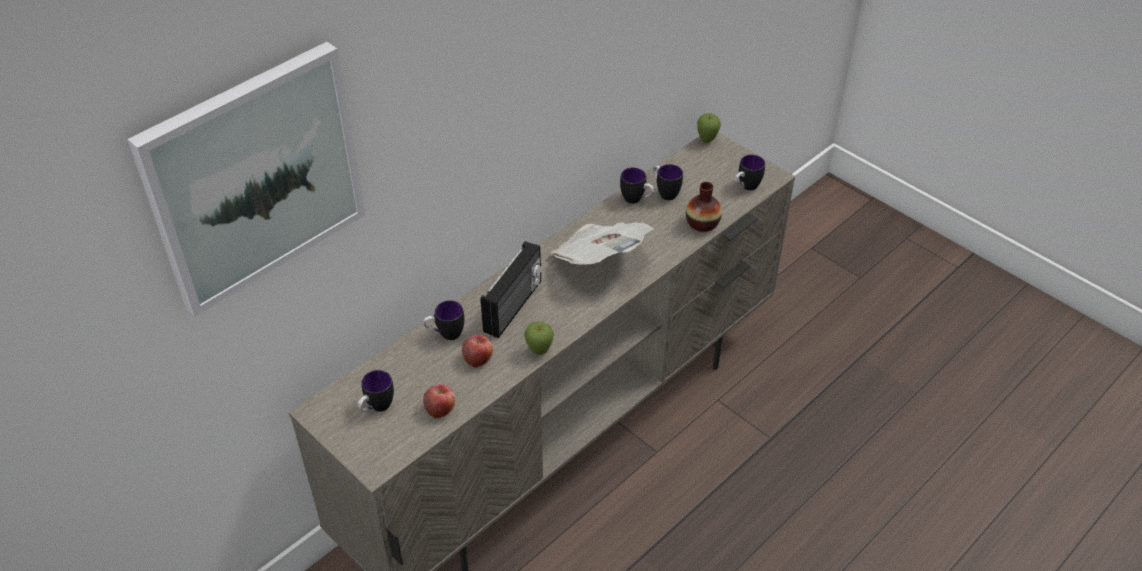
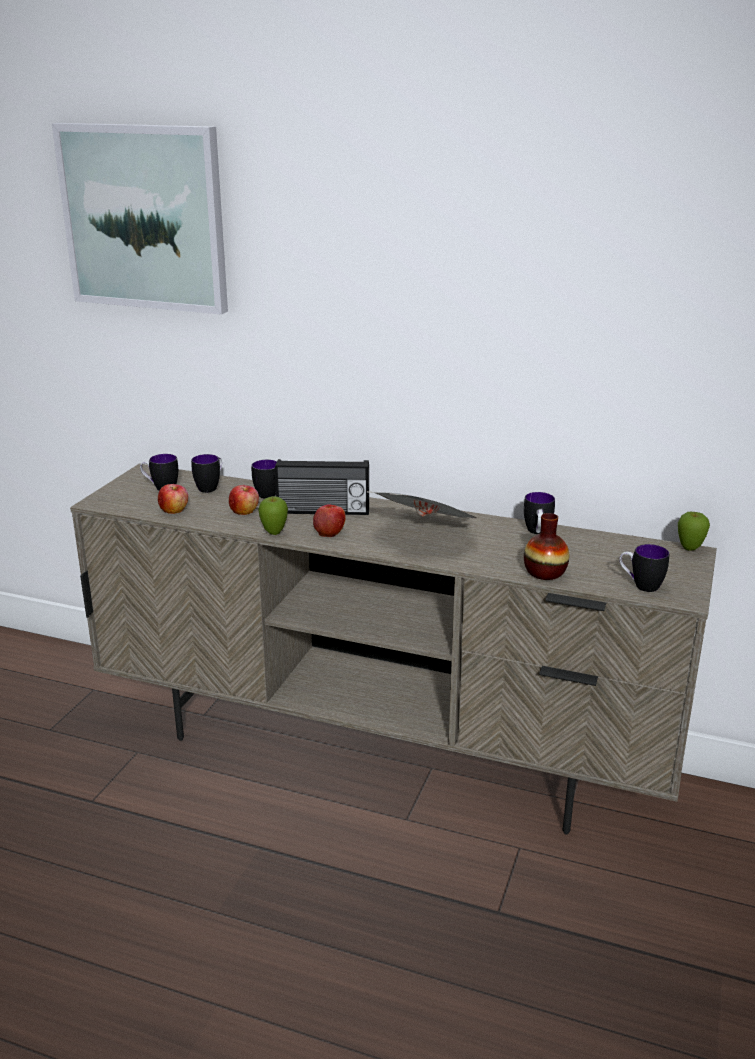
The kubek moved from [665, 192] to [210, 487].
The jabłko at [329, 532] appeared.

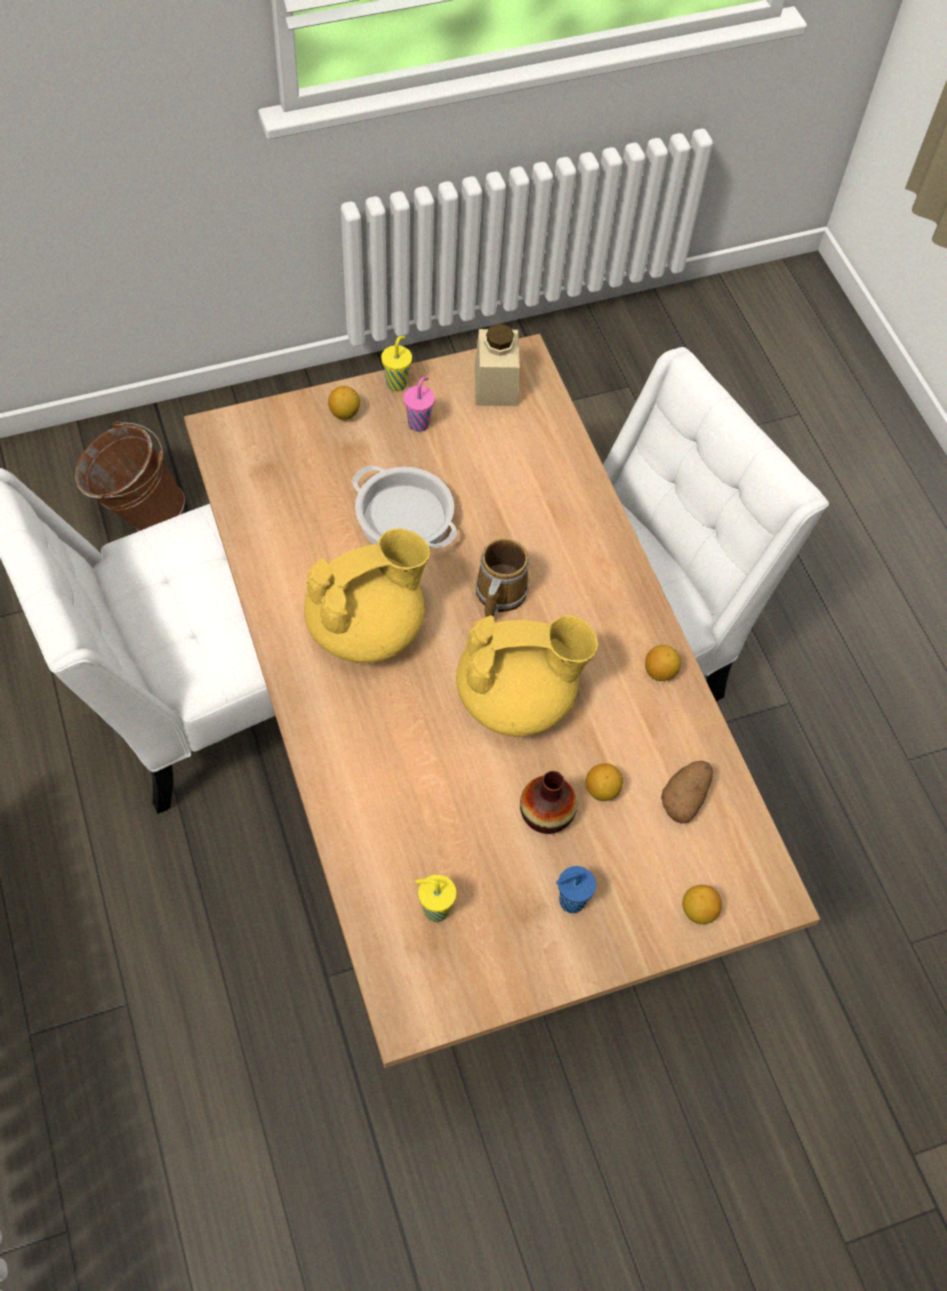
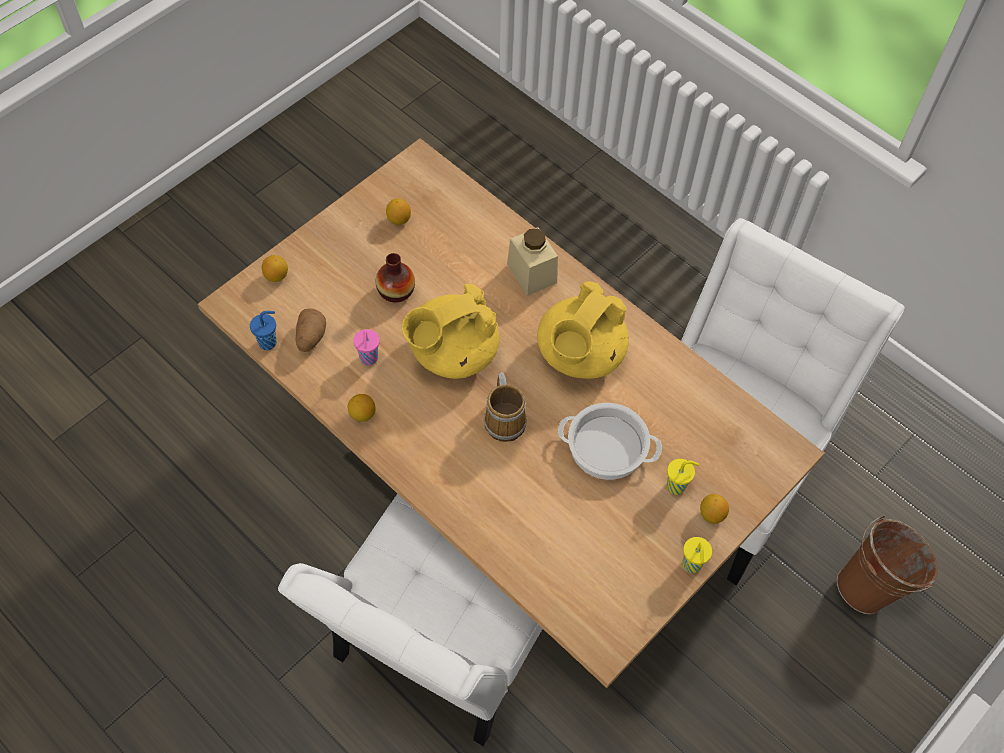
The filiżanka [różowy] moved from [419, 422] to [368, 359].
The filiżanka [żółty] moved from [434, 909] to [677, 486].
The słoik [beżowy] moved from [496, 385] to [531, 273].
The filiżanka [niebieski] moved from [570, 901] to [268, 342].
The cytryna moved from [602, 790] to [398, 219].

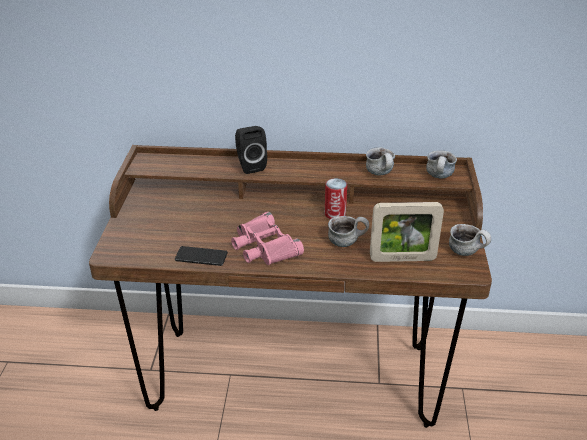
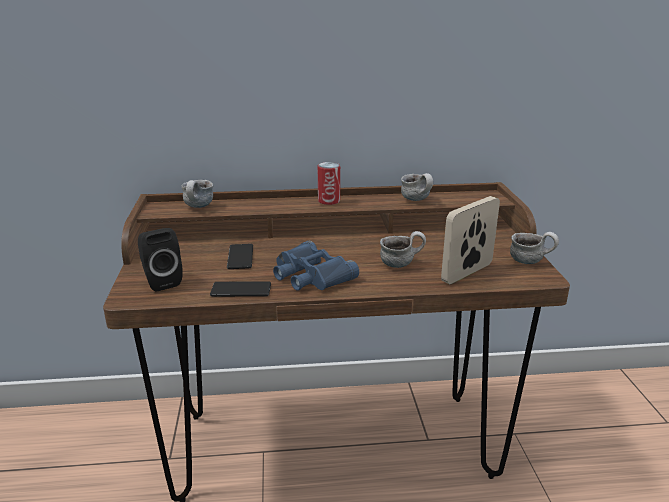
The lornetka [różowy] at [264, 246] became the lornetka [niebieski] at [310, 275].
The głośnik [czarny] moved from [250, 165] to [161, 281].
The puszka moved from [335, 214] to [329, 201].
The ramka na zdjęcie at [402, 259] turned 150 degrees clockwise.
The kubek moved from [440, 177] to [199, 207].
The telefon at [240, 257] appeared.

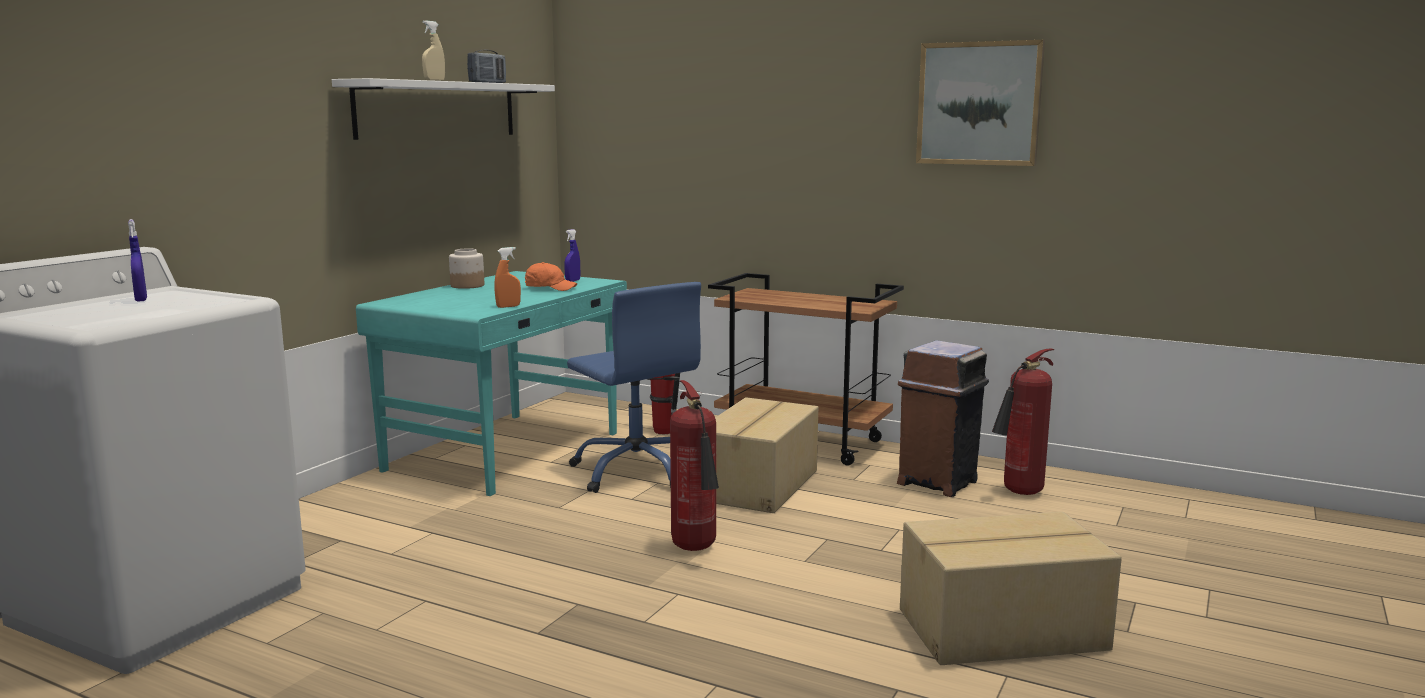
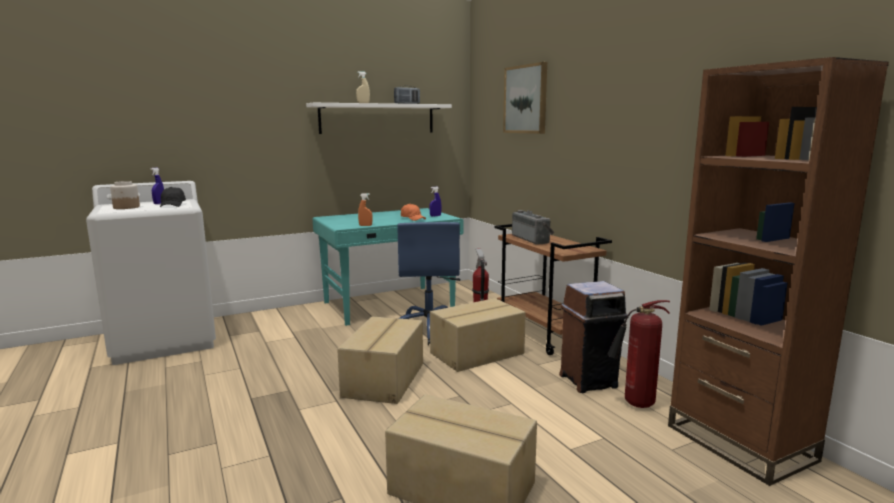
The słoik moved from [467, 286] to [126, 207].
The gaśnica at [696, 549] was replaced by the karton at [385, 379].
The obraz moved from [979, 103] to [526, 99].
The czapka z daszkiem [czarny] at [173, 205] appeared.
The radio at [532, 239] appeared.
The regał [brązowy] at [740, 443] appeared.

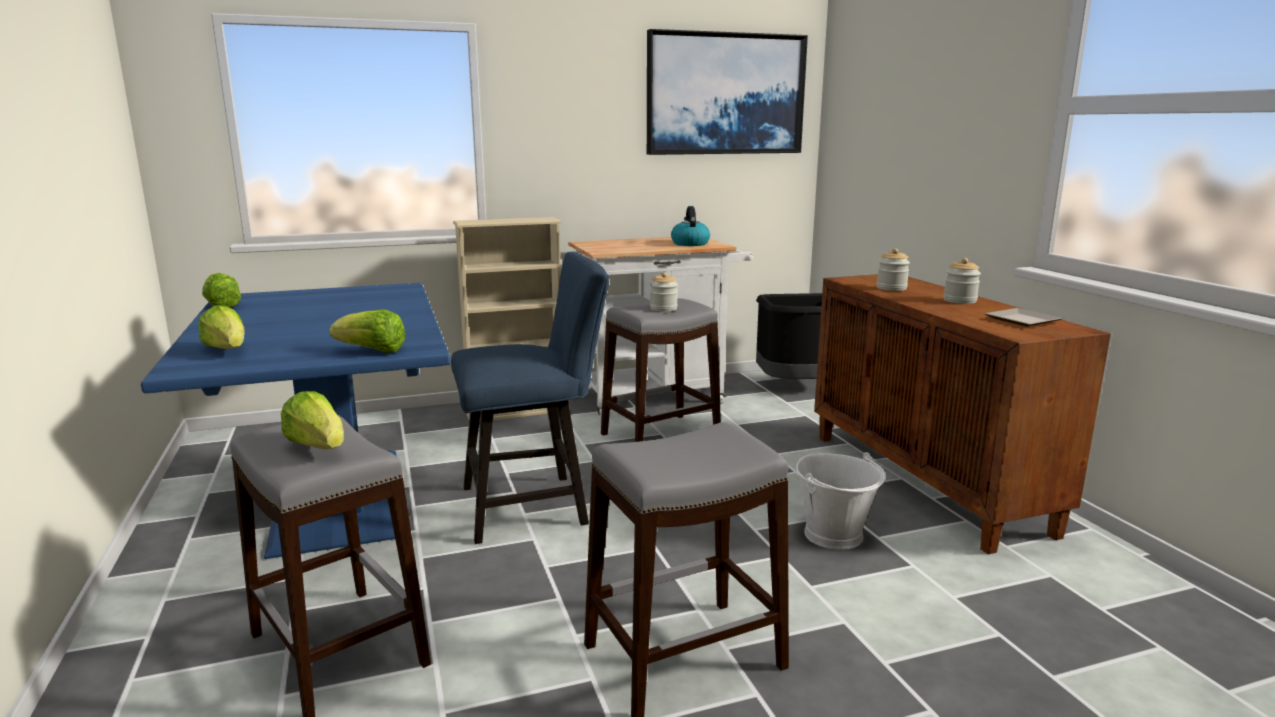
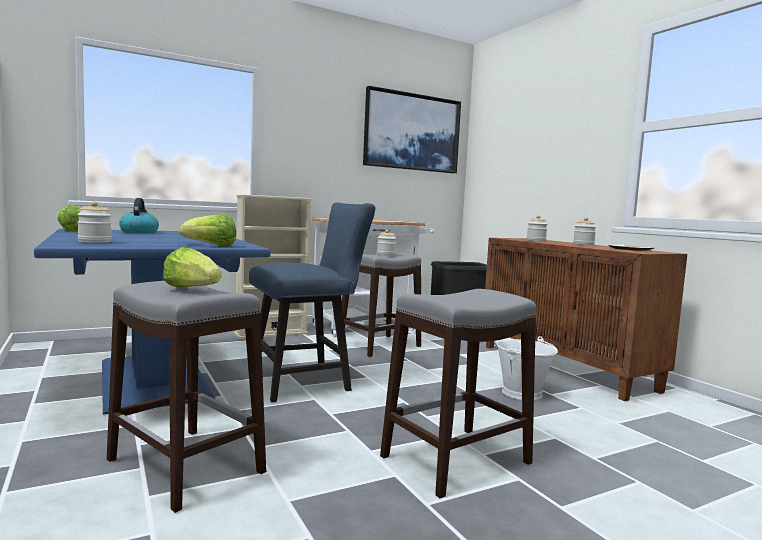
The sałata at [227, 350] was replaced by the słoik at [95, 242].
The czajnik moved from [689, 243] to [139, 232].

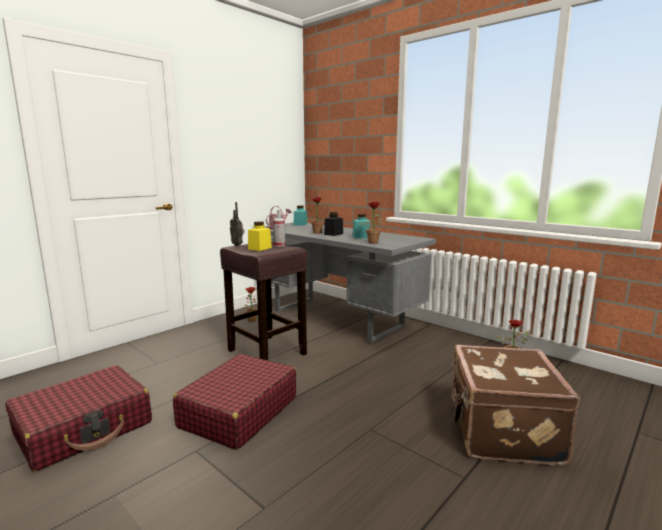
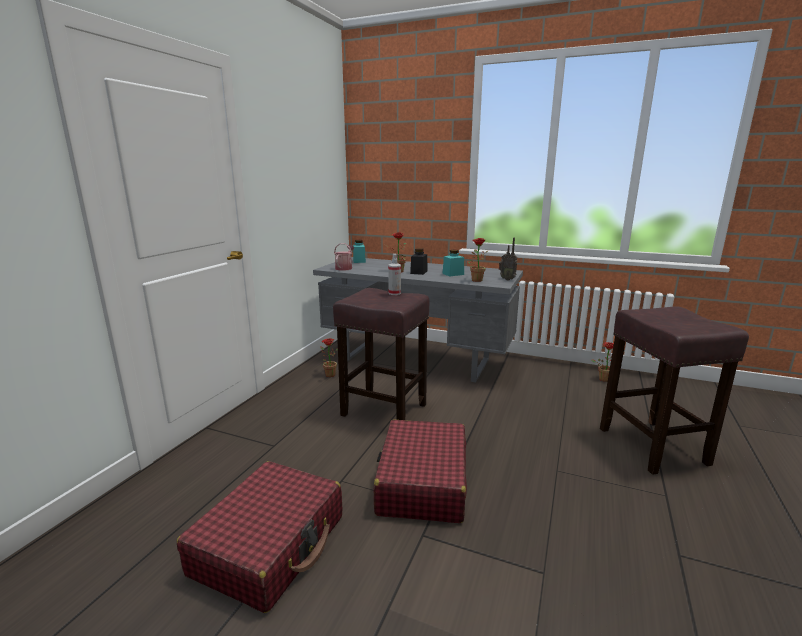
The radio moved from [238, 245] to [507, 279].
The słoik [żółty] at [260, 248] disappeared.
The walizka [brązowy] at [501, 431] was replaced by the stołek [brązowy] at [654, 447].

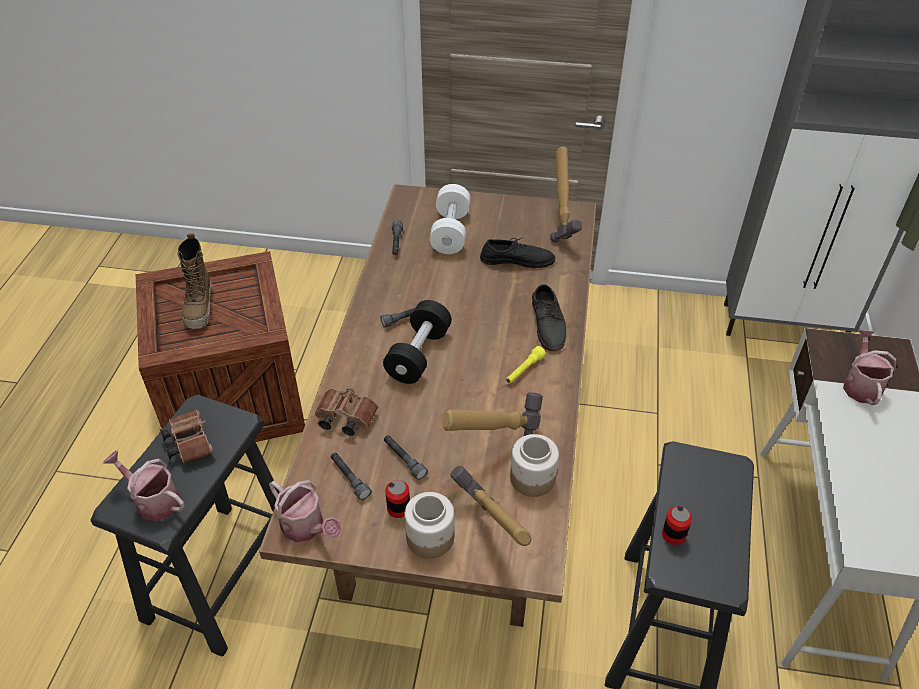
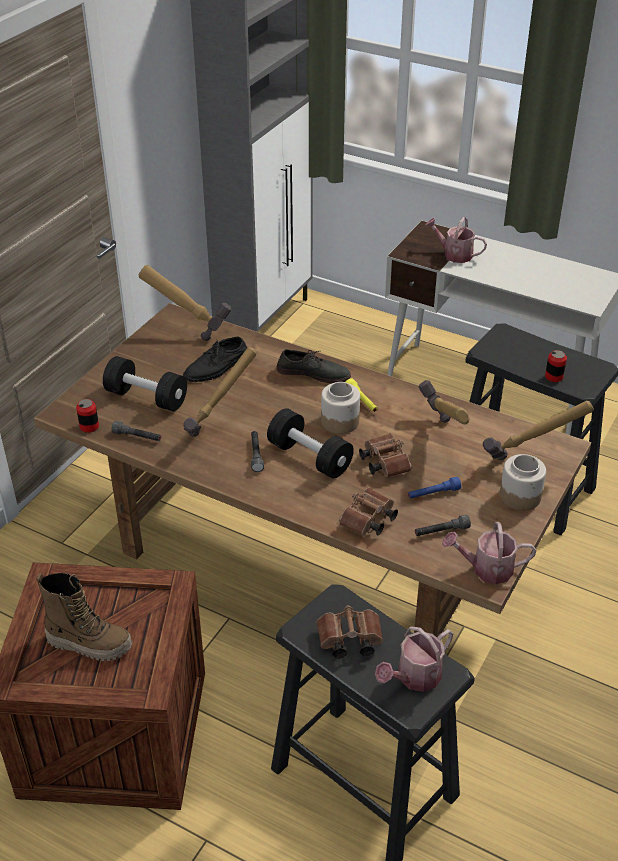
The konewka at [306, 528] turned 150 degrees counterclockwise.
The latarka [szary] at [404, 460] became the latarka [niebieski] at [433, 494].
The puszka moved from [398, 508] to [89, 427].
The hantel [biały] at [450, 232] became the hantel [czarny] at [146, 398].
The but [czarny] at [517, 259] turned 150 degrees counterclockwise.
The słoik moved from [533, 478] to [340, 421].
The młotek at [222, 428] appeared.
The lornetka [brązowy] at [383, 463] appeared.

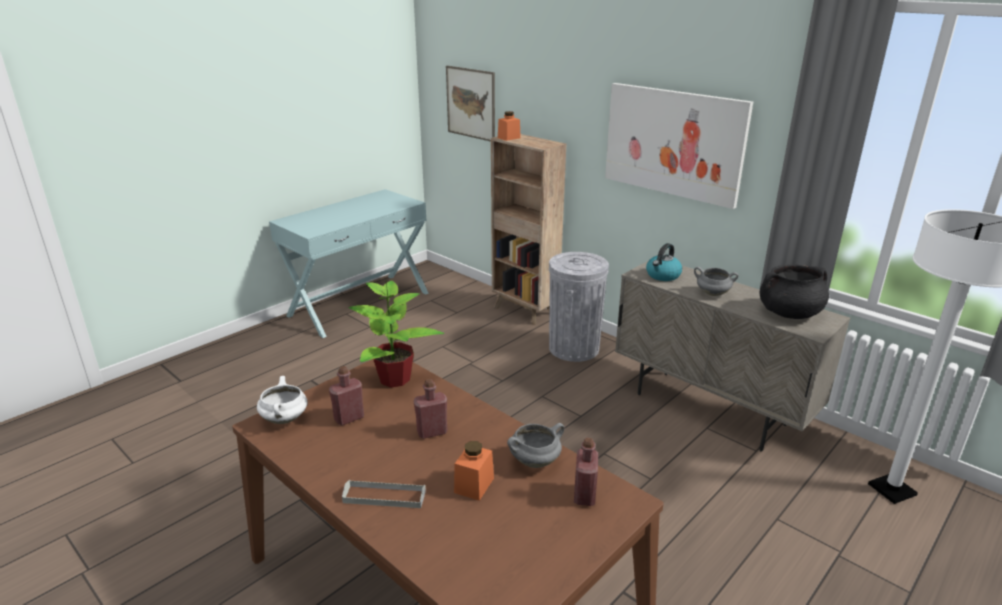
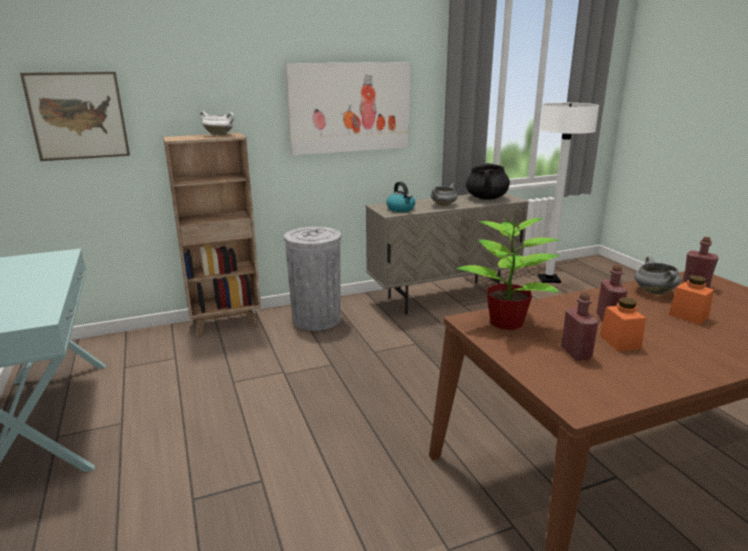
The garnek [biały] moved from [285, 419] to [219, 135].
The taca [szary] at [384, 496] disappeared.
The słoik [pomarańczowy] moved from [509, 138] to [620, 342].

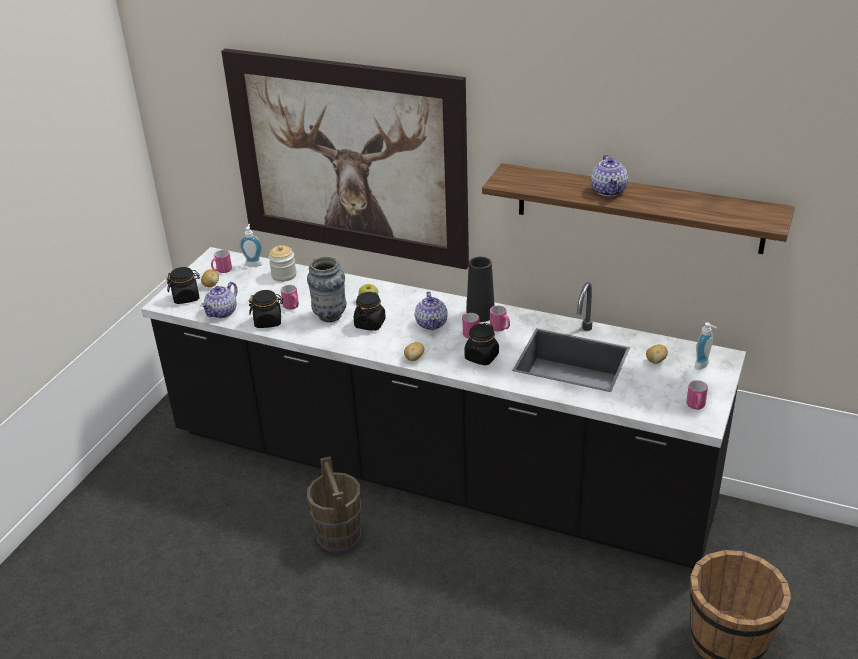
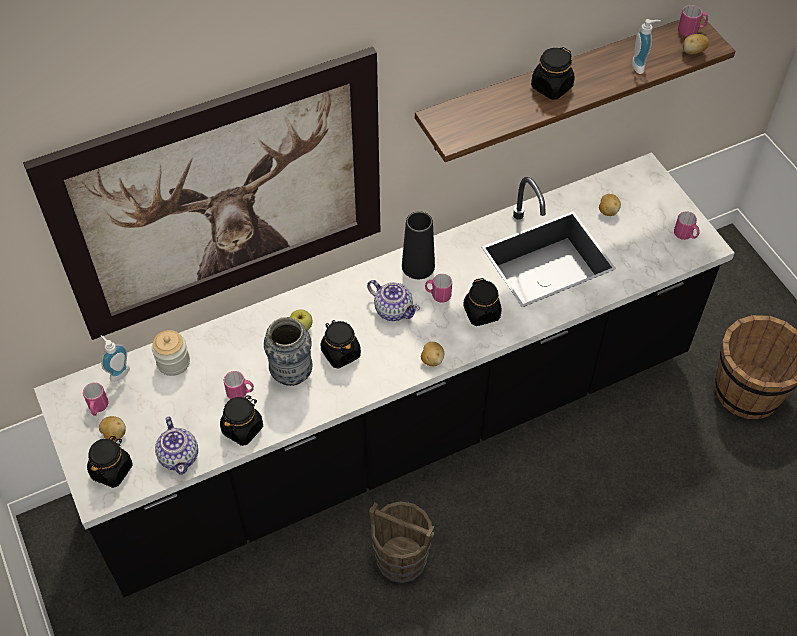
The kubek [różowy] moved from [500, 328] to [691, 31].
The imbryk at [608, 190] was replaced by the słoik [czarny] at [551, 87].
The dozownik mydła moved from [703, 365] to [641, 65].
The ziemniak at [693, 52] appeared.

